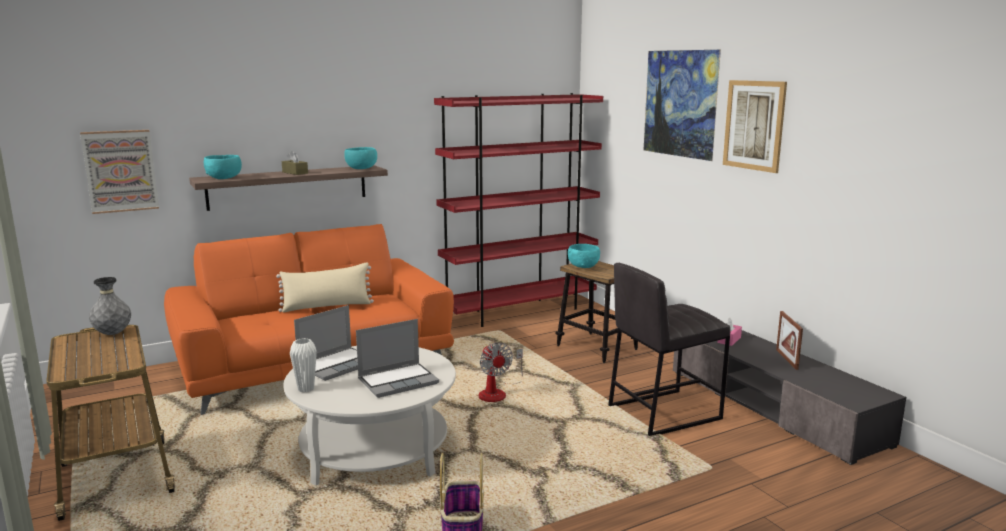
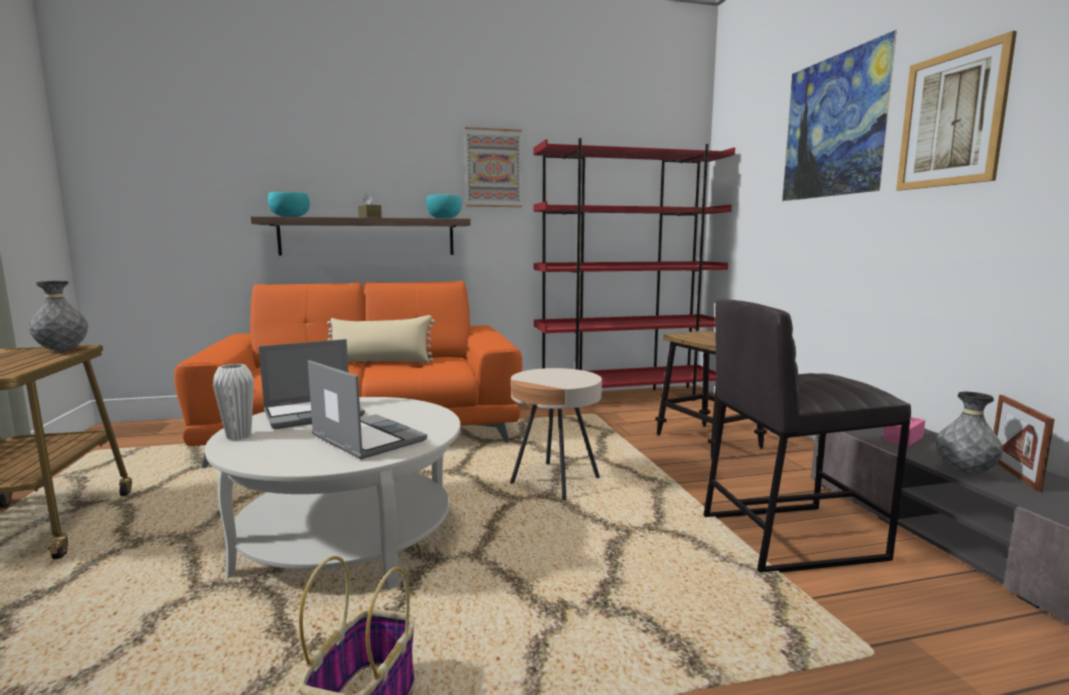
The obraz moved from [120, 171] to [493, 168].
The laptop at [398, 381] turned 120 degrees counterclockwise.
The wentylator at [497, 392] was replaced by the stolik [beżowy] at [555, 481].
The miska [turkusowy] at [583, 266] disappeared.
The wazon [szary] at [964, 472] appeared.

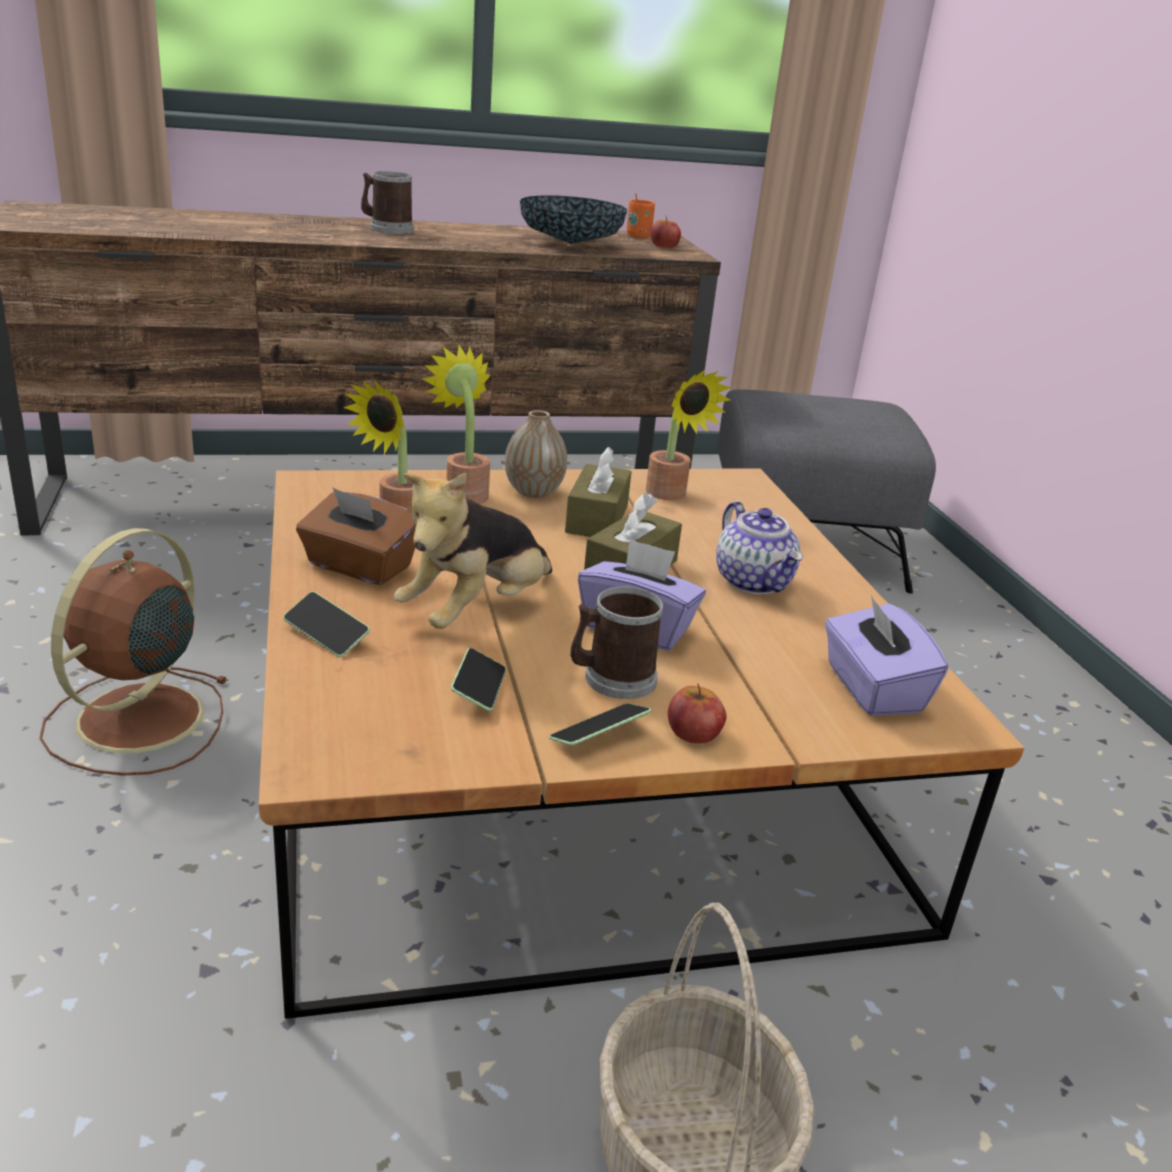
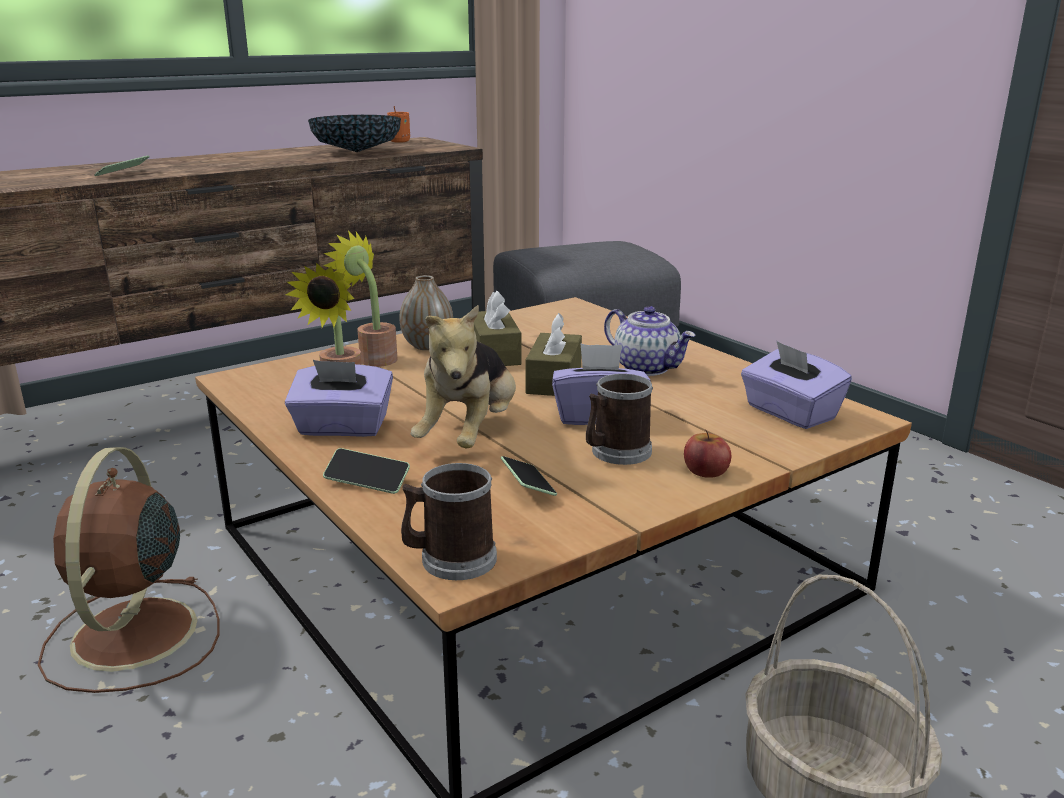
The pudełko chusteczek [brązowy] at [359, 567] became the pudełko chusteczek [fioletowy] at [342, 428].
The kubek moved from [387, 229] to [450, 560].
The telefon moved from [599, 736] to [123, 173].
The roślina doniczkowa at [670, 495] disappeared.
The jabłko at [664, 245] disappeared.

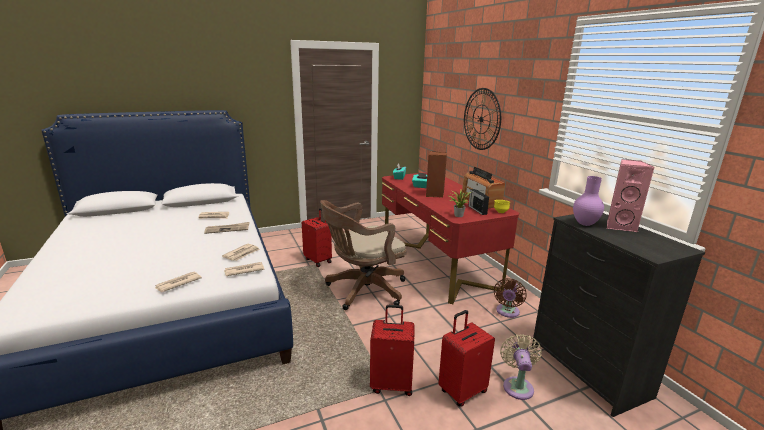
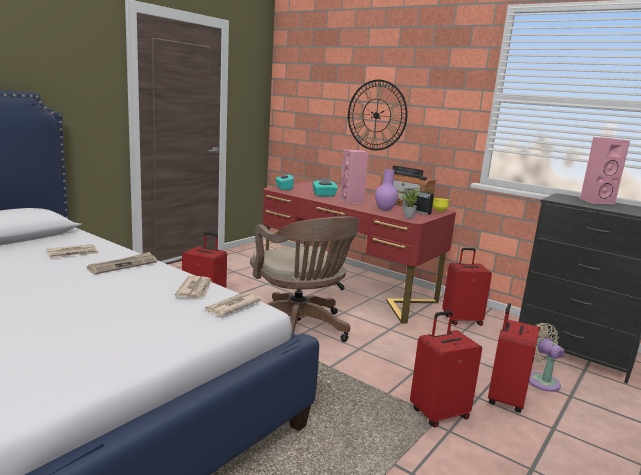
The gazeta at [177, 283] disappeared.
The krzesło biurowe [brązowy] at [363, 291] turned 60 degrees counterclockwise.
The głośnik [brązowy] at [434, 195] became the głośnik [różowy] at [352, 201].
The wentylator [brązowy] at [507, 312] was replaced by the walizka [czerwony] at [461, 320].
The wazon [fioletowy] moved from [585, 224] to [385, 210].

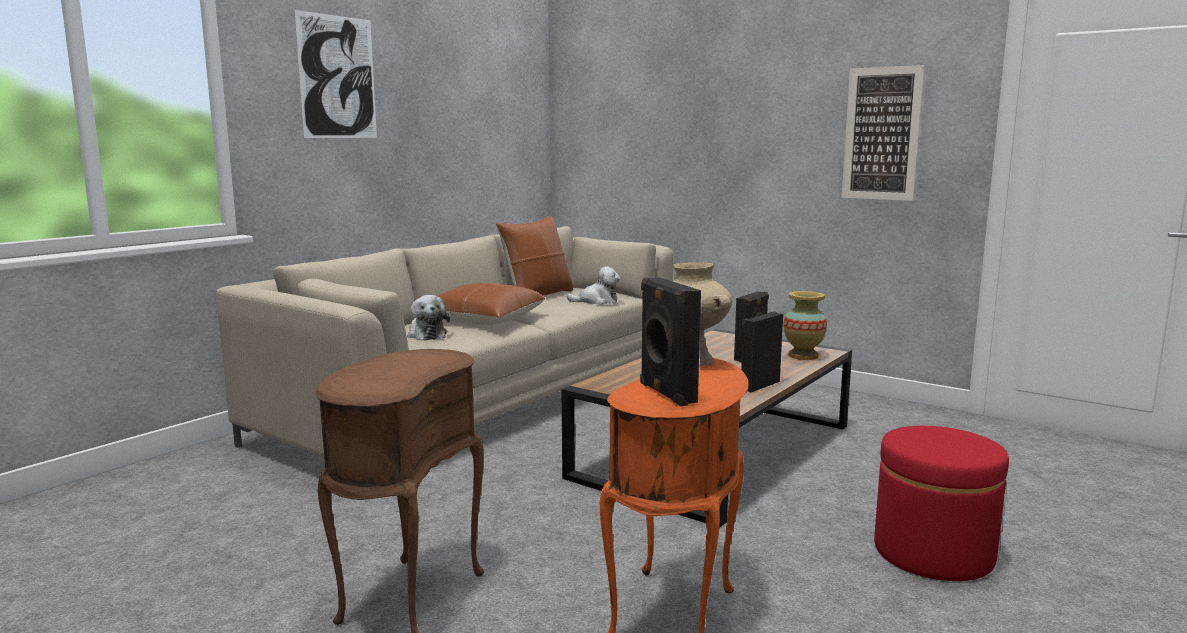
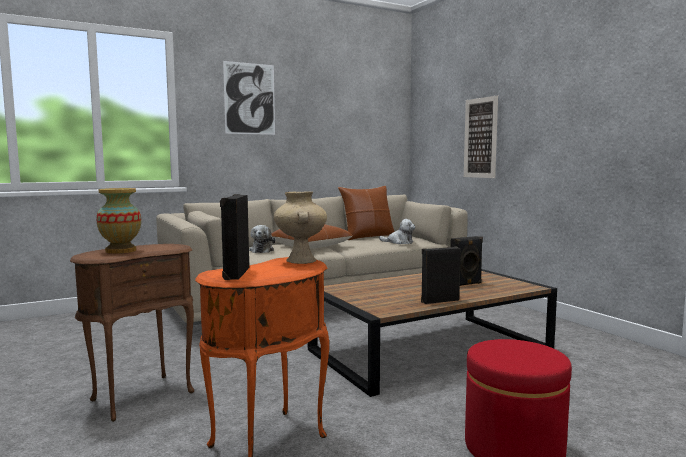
The wazon moved from [803, 356] to [121, 251].
The obraz moved from [881, 134] to [480, 138].

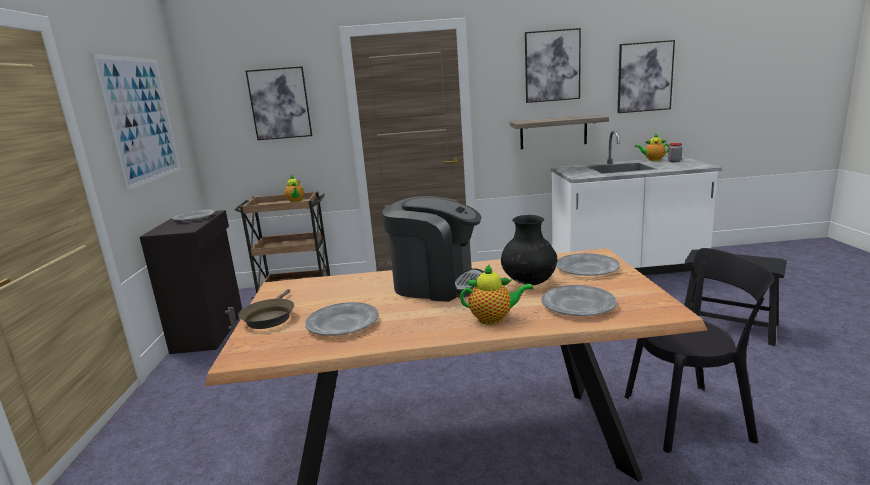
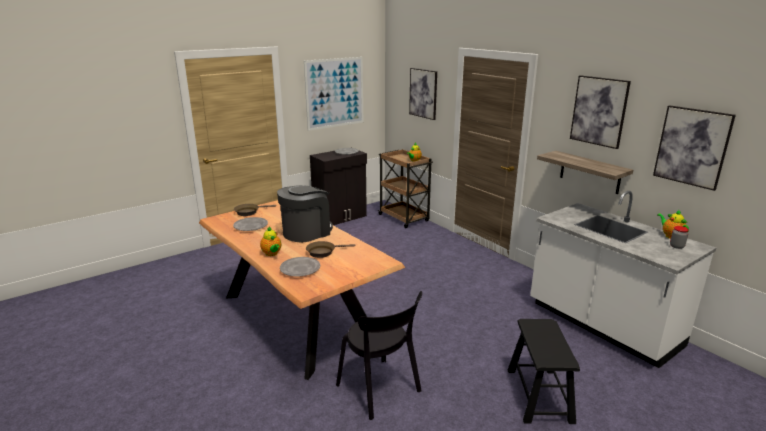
The ekspres do kawy at [437, 284] turned 120 degrees counterclockwise.
The wazon [czarny] at [529, 283] was replaced by the patelnia [brązowy] at [323, 252].
The talerz [szary] at [586, 268] disappeared.

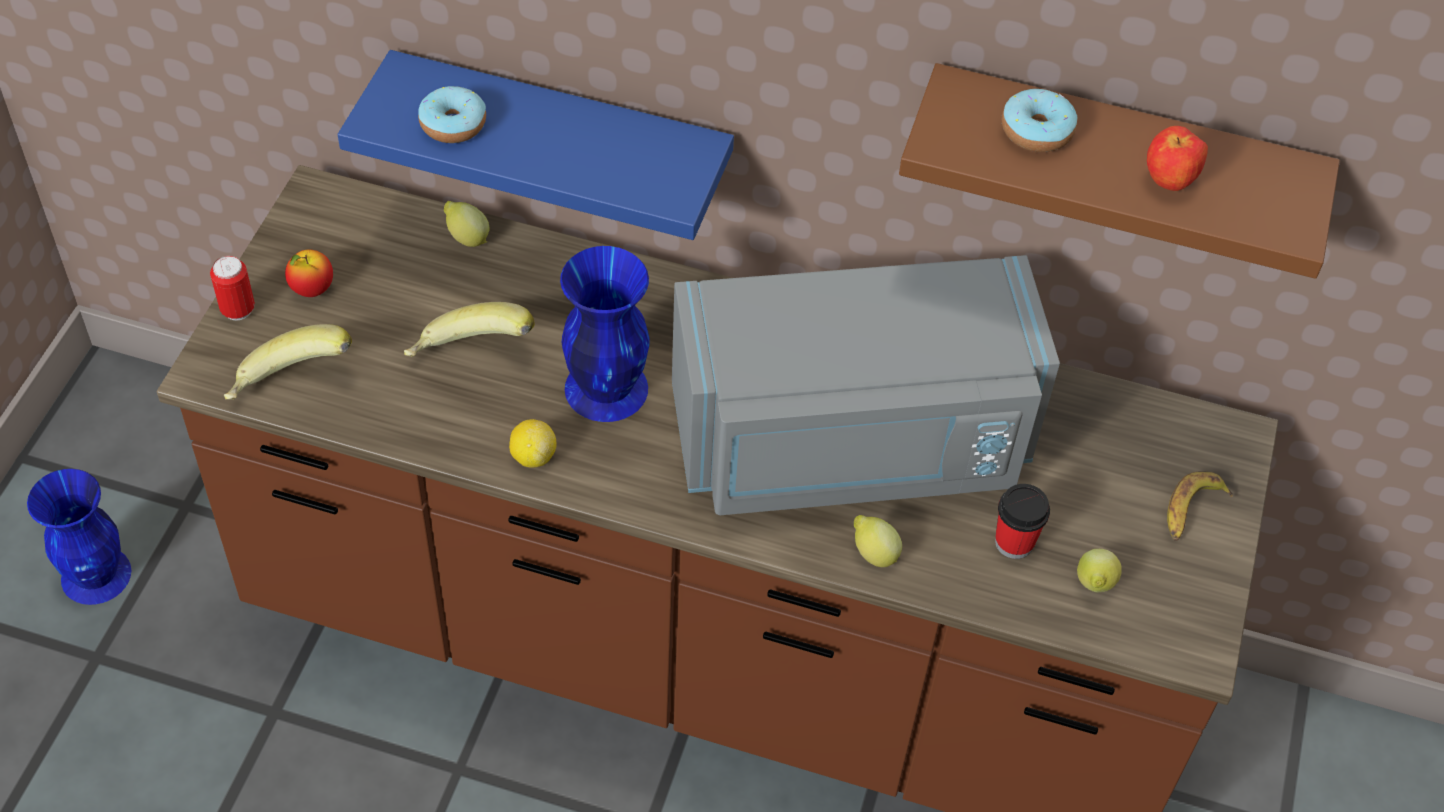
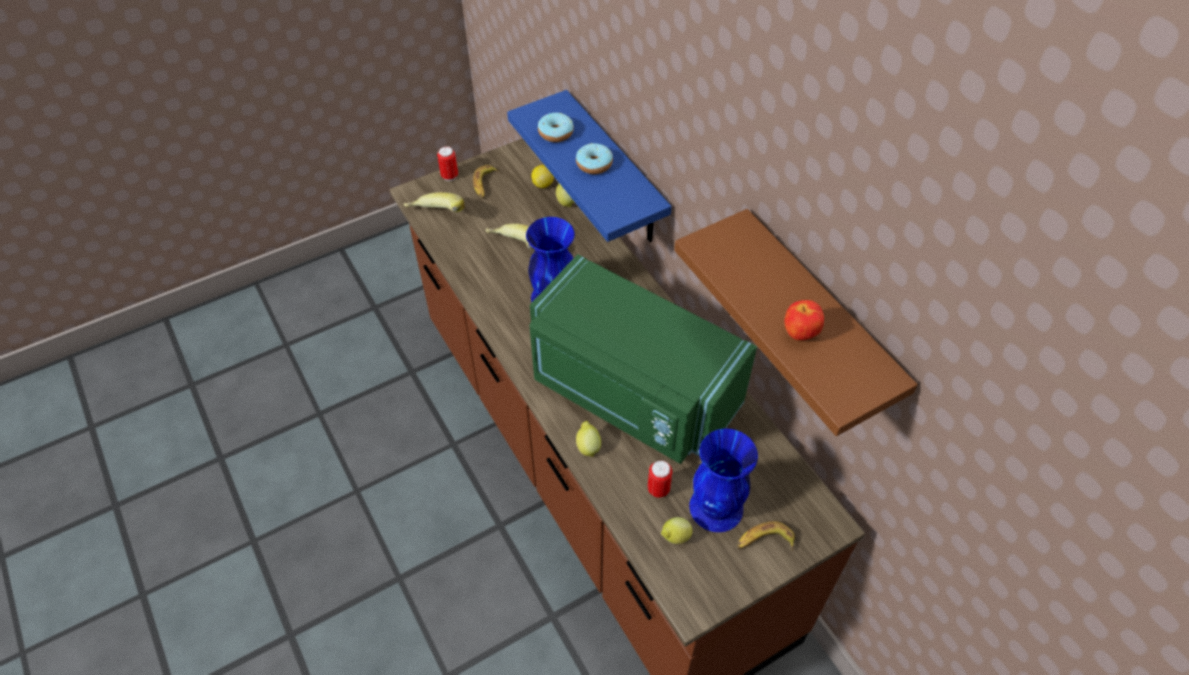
The wazon [niebieski] moved from [96, 576] to [716, 508].
The jabłko at [312, 289] was replaced by the banan at [484, 185].
The cytryna moved from [533, 456] to [543, 184].
The mikrofalówka [szary] at [851, 445] became the mikrofalówka [zielony] at [631, 393].
The filiżanka at [1014, 542] was replaced by the puszka at [658, 489].
The donut moved from [1036, 131] to [594, 164].

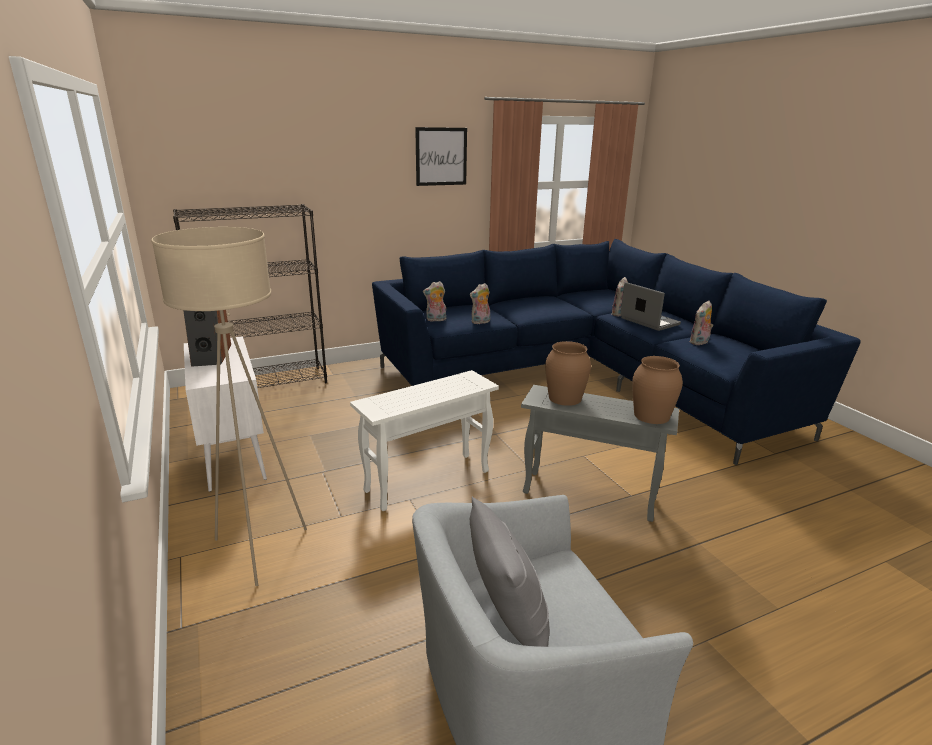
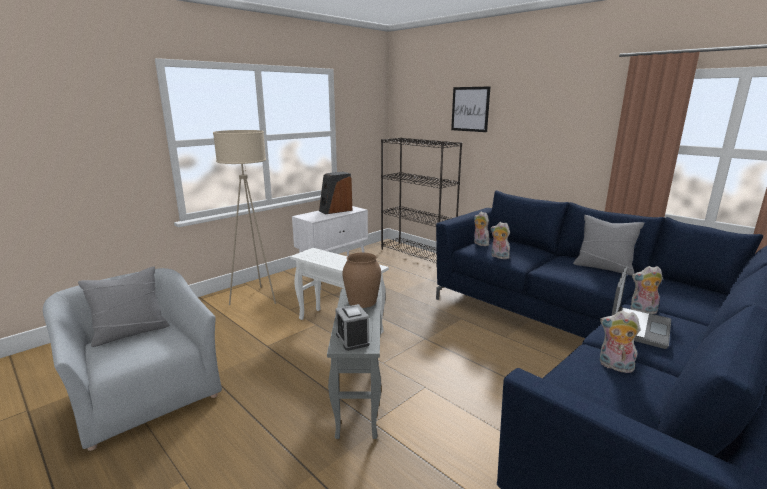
The obraz moved from [441, 156] to [470, 109].
The wazon [brązowy] at [651, 415] was replaced by the budzik at [352, 339].
The poduszka [szary] at [603, 267] appeared.

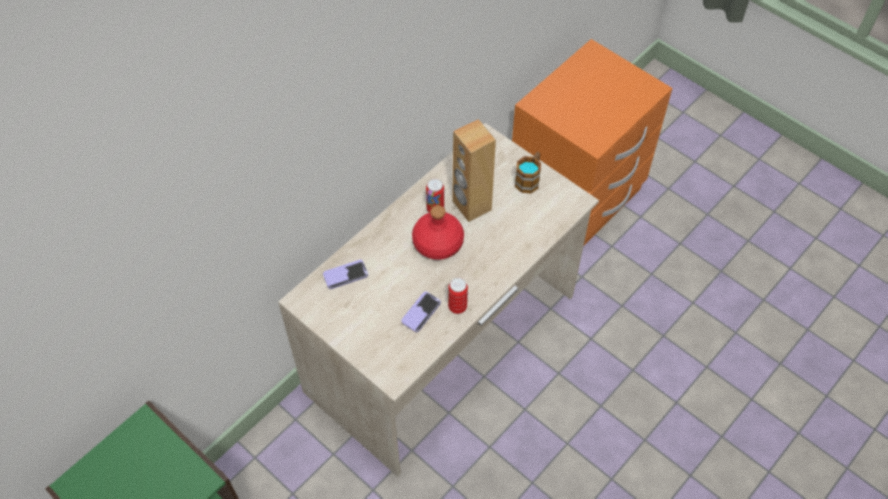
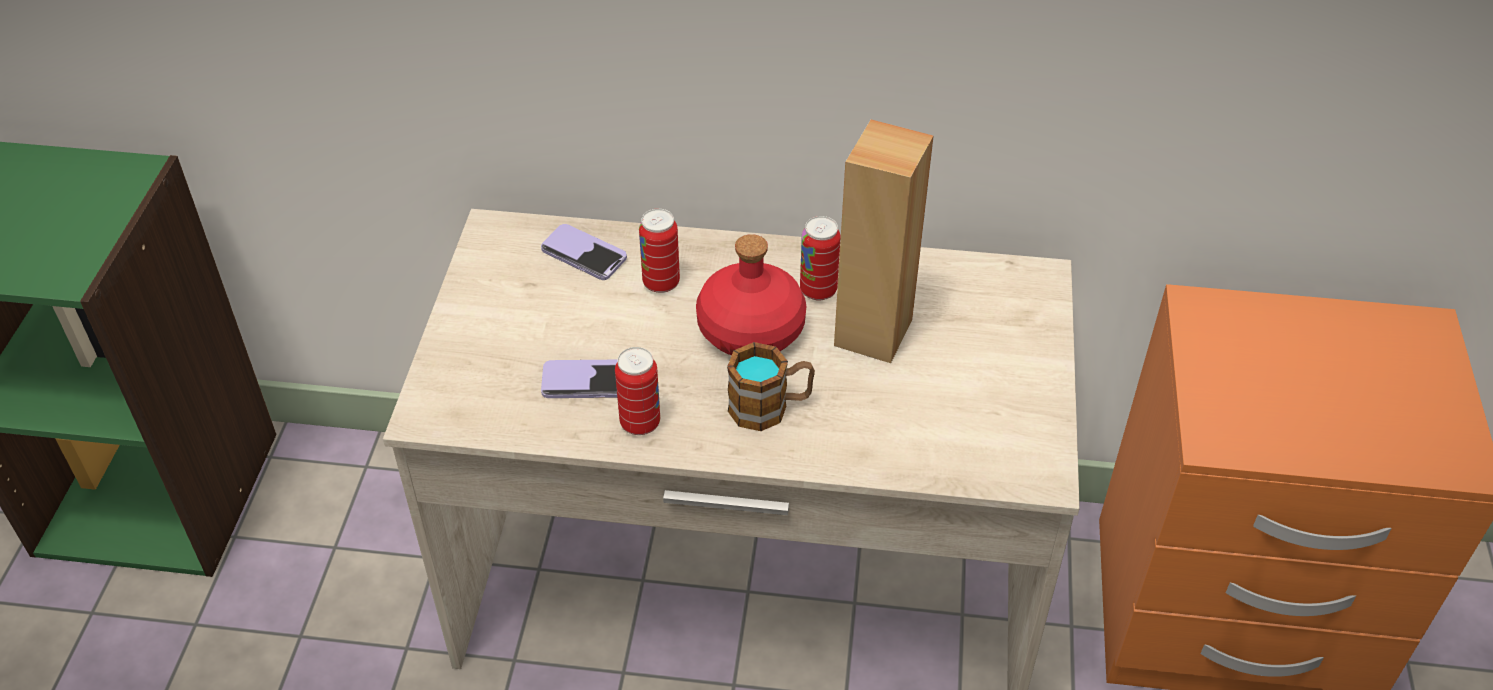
The kubek moved from [529, 179] to [770, 407].
The puszka at [661, 283] appeared.

